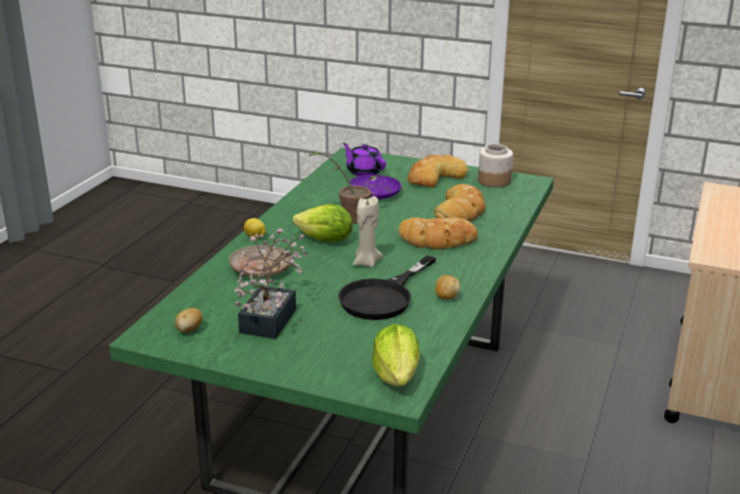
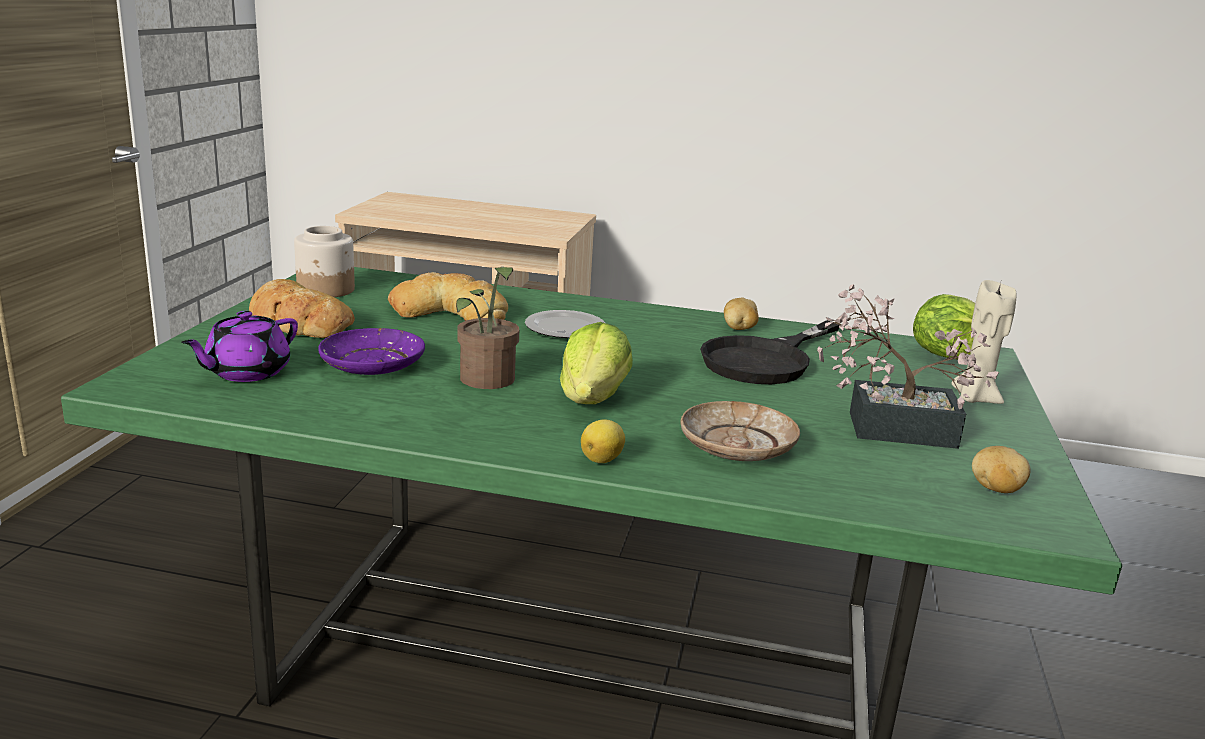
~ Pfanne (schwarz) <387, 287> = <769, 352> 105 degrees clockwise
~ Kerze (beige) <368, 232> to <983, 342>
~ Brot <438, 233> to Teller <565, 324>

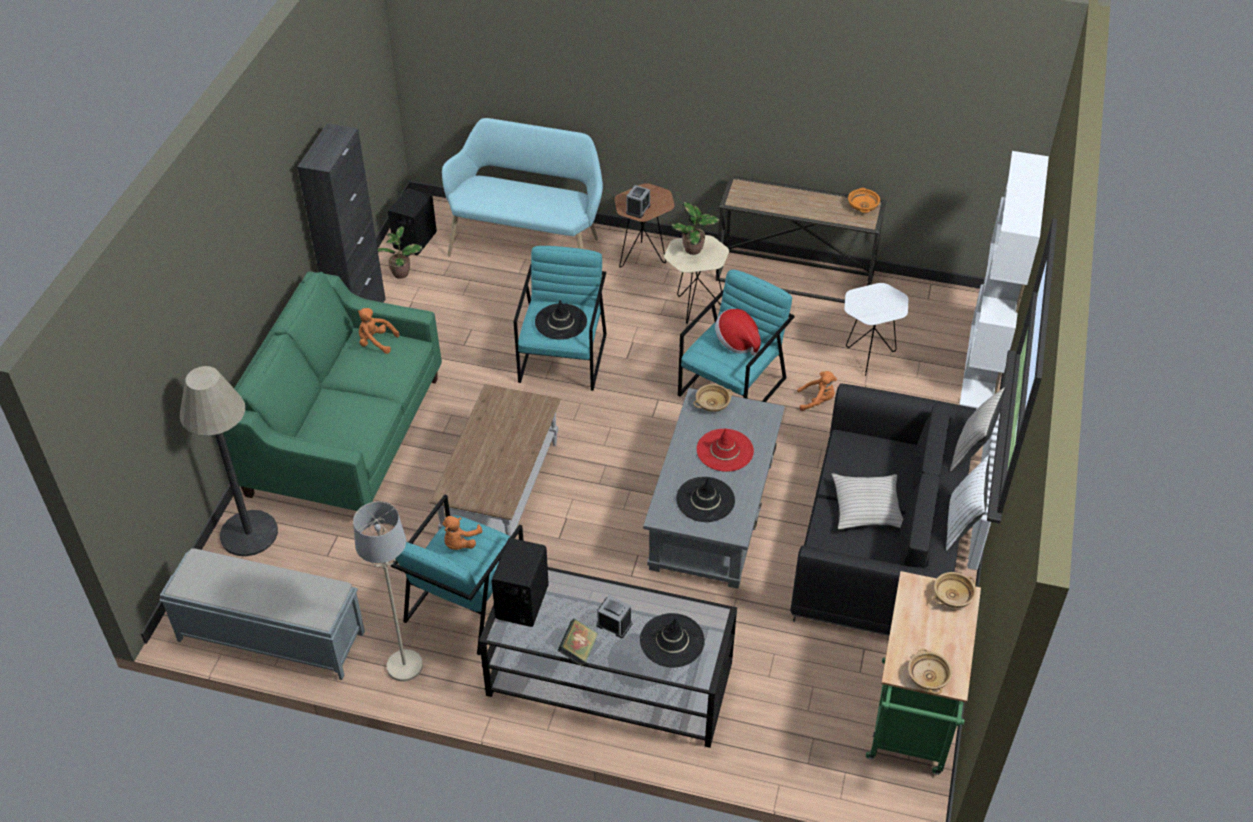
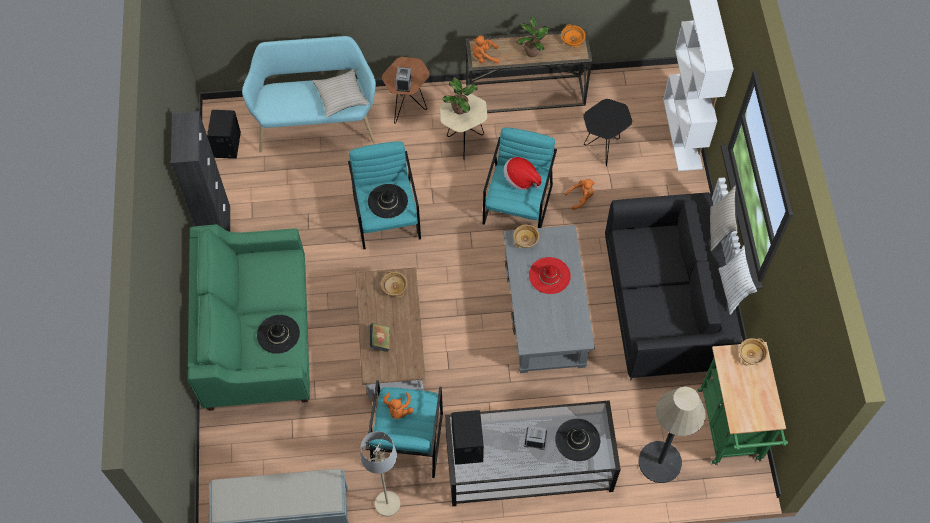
~ Stehlampe <229, 461> to <672, 435>
~ Plüschtier (orange) <378, 331> to <486, 49>
~ Topfpflanze <400, 252> to <532, 37>
~ Buch <578, 642> to <380, 337>
~ Hut (schwarz) <705, 499> to <278, 334>
~ Kissen (beige) <867, 501> to <341, 93>
~ Beistelltisch (weiß) <876, 329> to Beistelltisch (schwarz) <607, 132>
~ Schüssel (beige) <930, 671> to <394, 284>

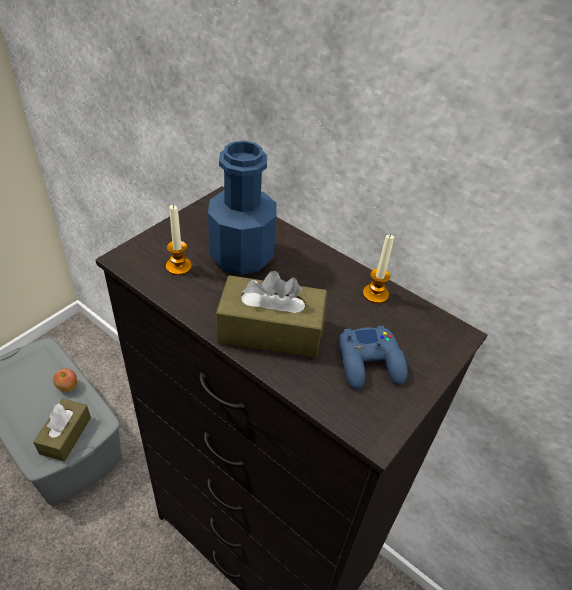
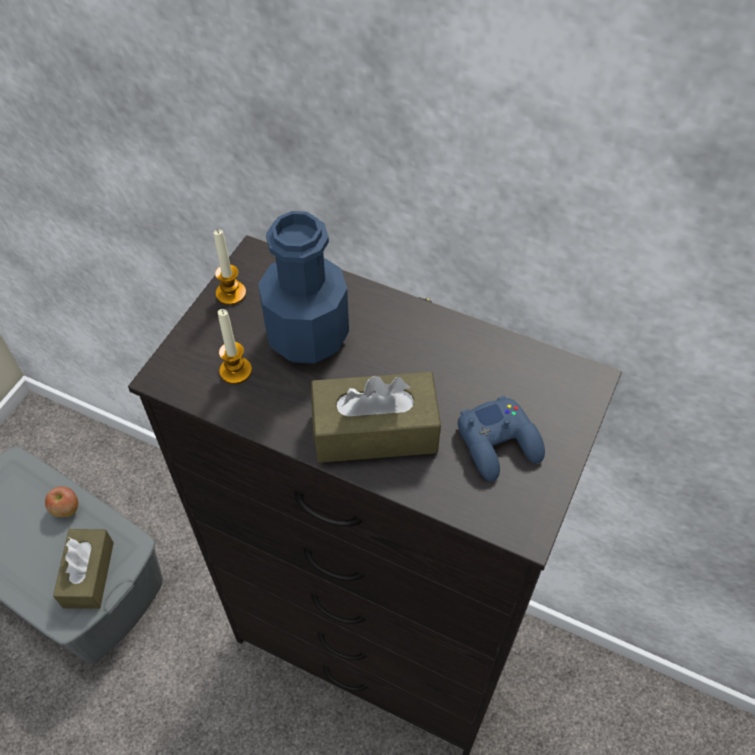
~ Kerze <378, 269> to <230, 267>

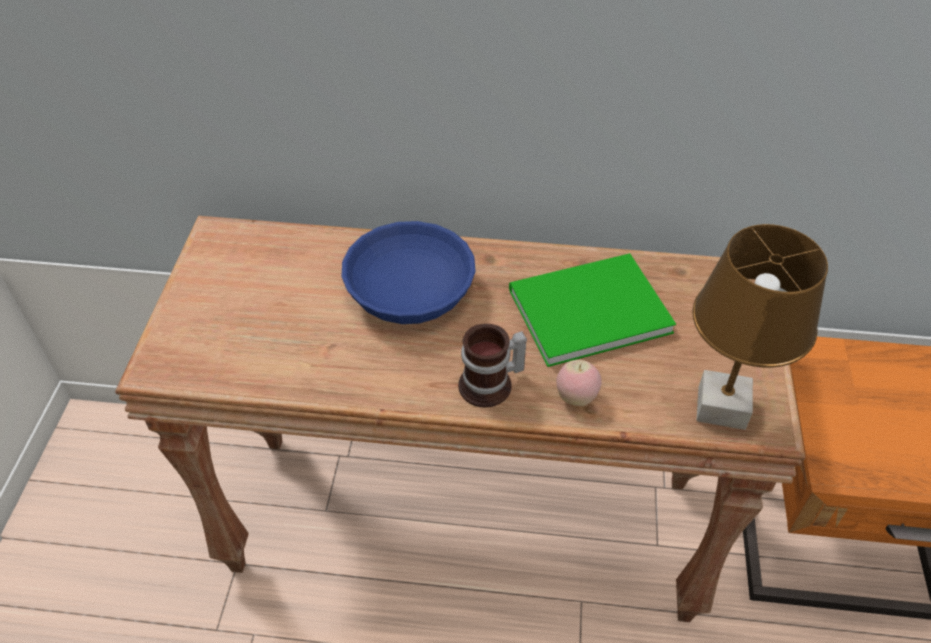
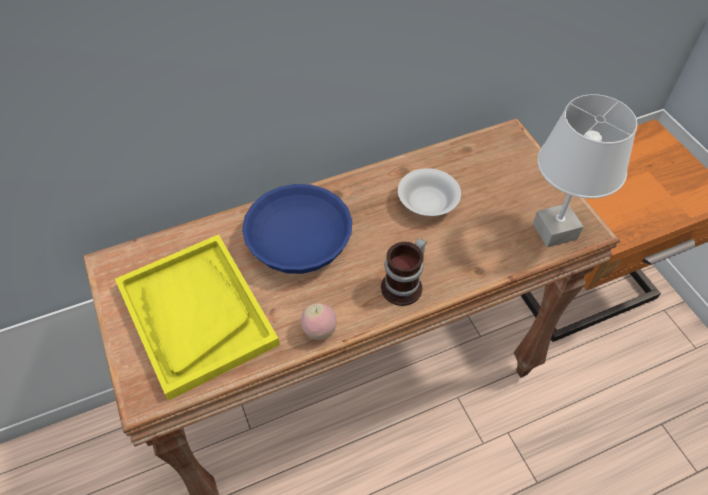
~ Buch (grün) <592, 310> to Schüssel (weiß) <429, 192>
~ Apfel <579, 383> to <319, 321>
~ Tischlampe (braun) <760, 327> to Tischlampe (weiß) <585, 170>
+ Tablett (gelb) <197, 317>

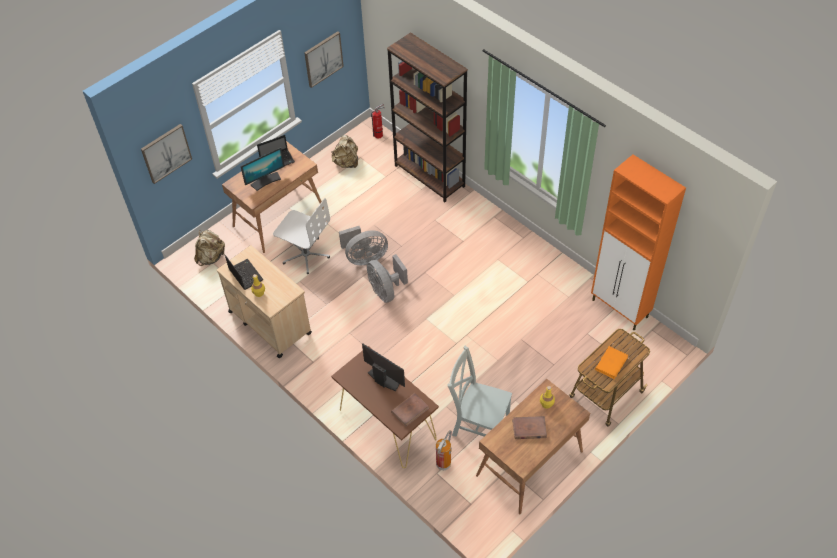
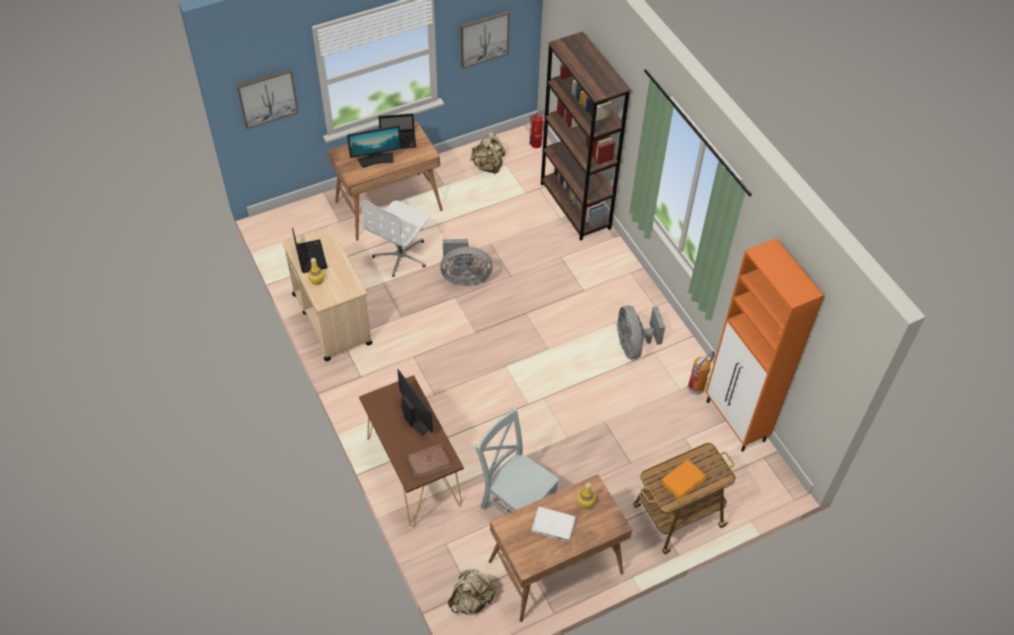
~ Rucksack (beige) <209, 248> to <472, 592>
~ Bürostuhl (weiß) <301, 236> = <396, 238> 75 degrees clockwise
~ Ventilator (grau) <387, 278> to <641, 332>
~ Feuerlöscher <444, 450> to <701, 373>
~ Buch (braun) <529, 427> to Buch (weiß) <553, 524>

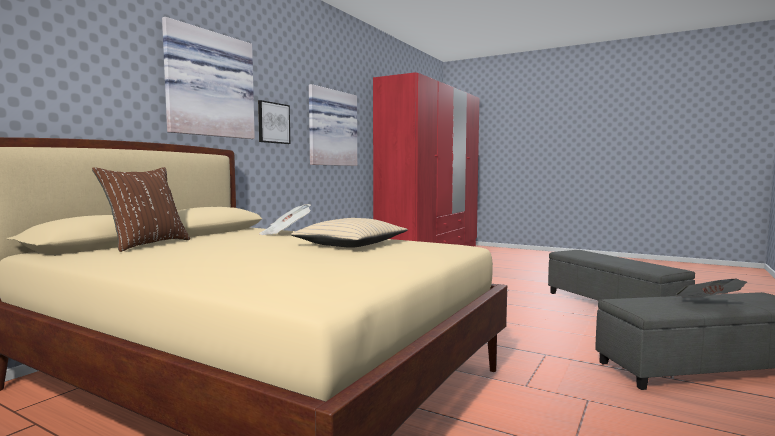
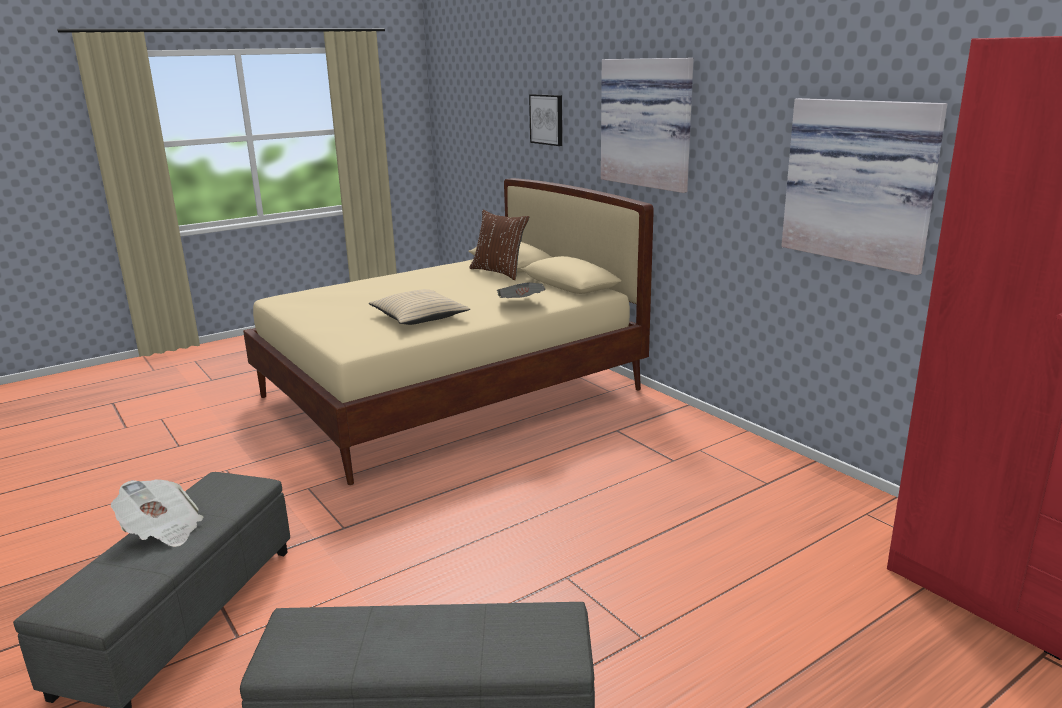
~ Bild <274, 122> to <545, 120>

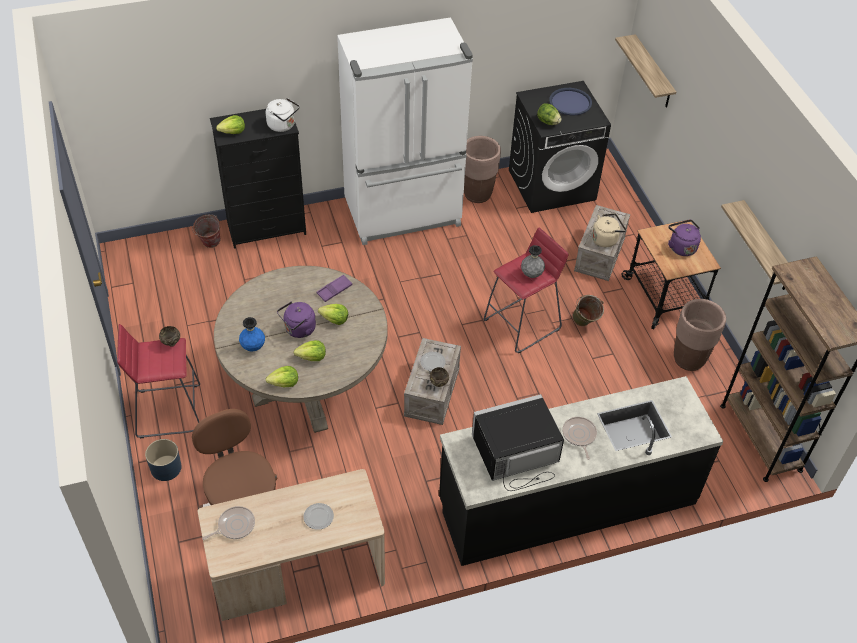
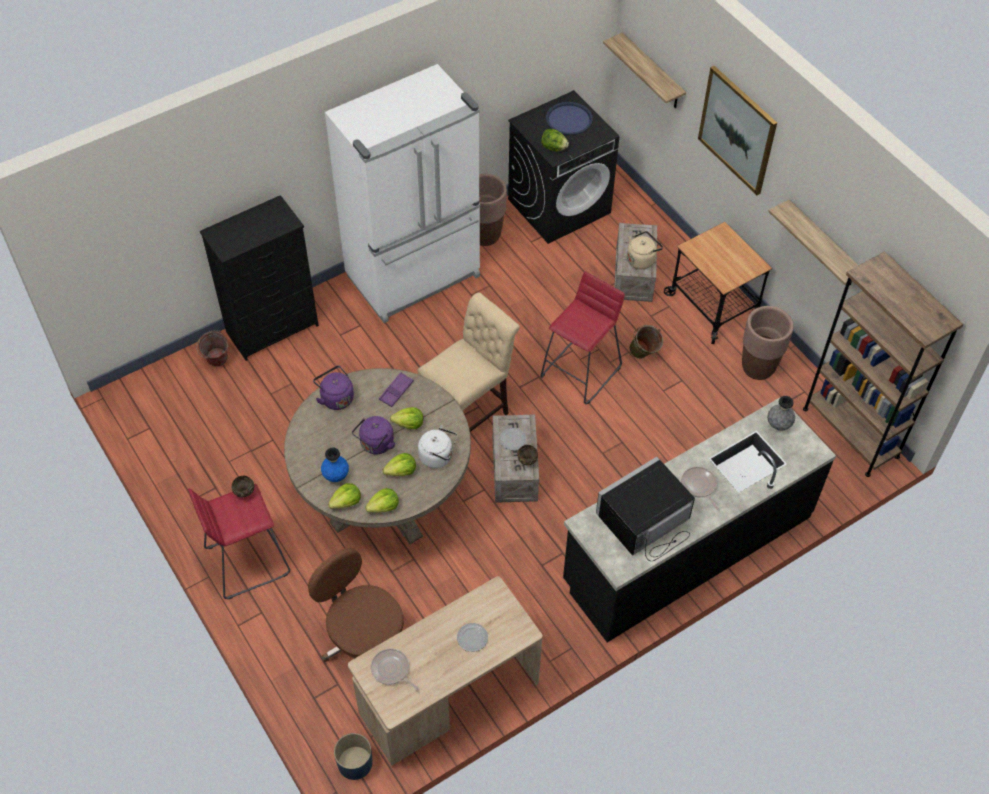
~ Pflanzkübel (blau) <163, 460> to <353, 756>
~ Pfanne <228, 523> = <395, 669> 90 degrees counterclockwise
~ Salatkopf <230, 124> to <344, 496>
~ Wasserkessel (weiß) <283, 115> to <437, 446>
~ Vase (grau) <533, 261> to <781, 413>
~ Wasserkessel (lila) <684, 238> to <333, 388>
+ Stuhl (beige) <468, 362>
+ Bild <737, 130>

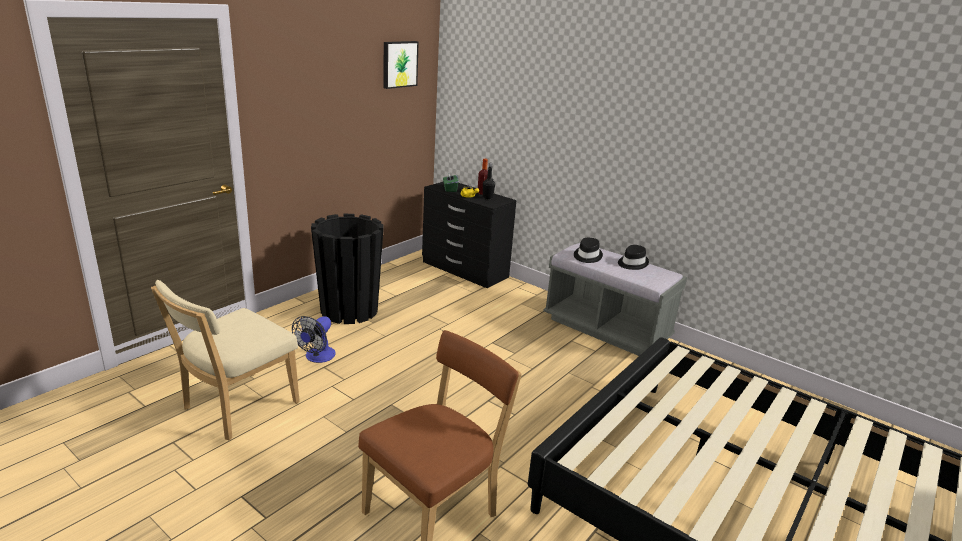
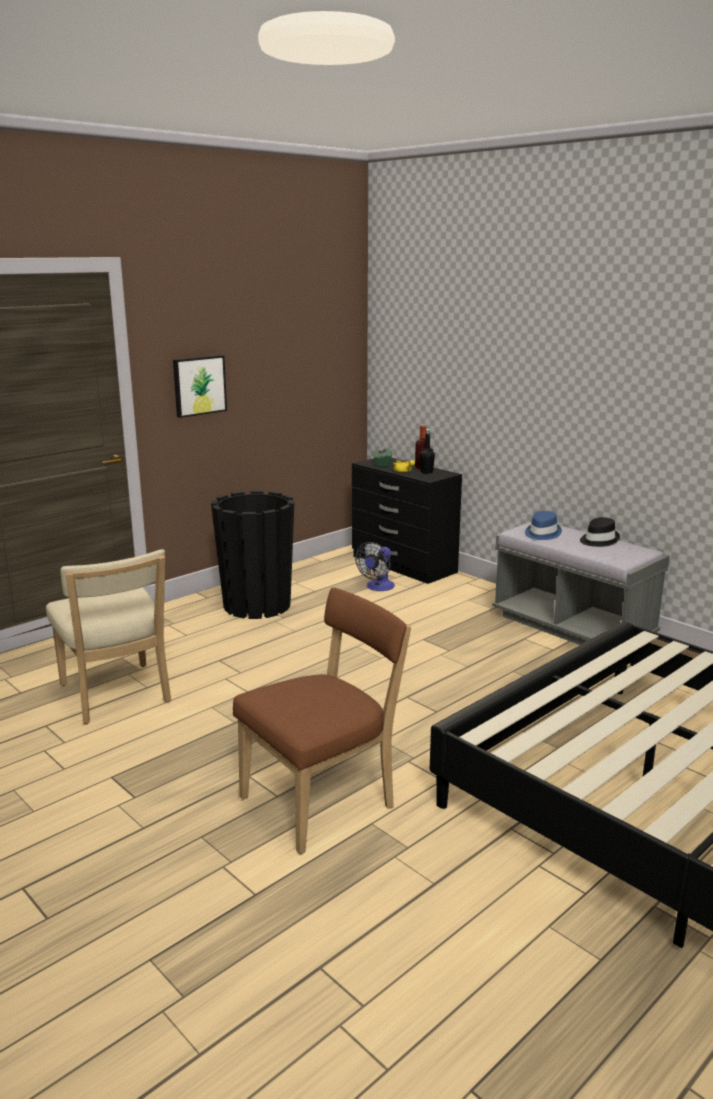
~ Stuhl (beige) <225, 360> = <108, 636> 75 degrees counterclockwise
~ Ventilator <314, 339> to <375, 566>
~ Bild <401, 65> to <200, 386>
~ Hut (schwarz) <588, 250> to Hut (blau) <543, 525>

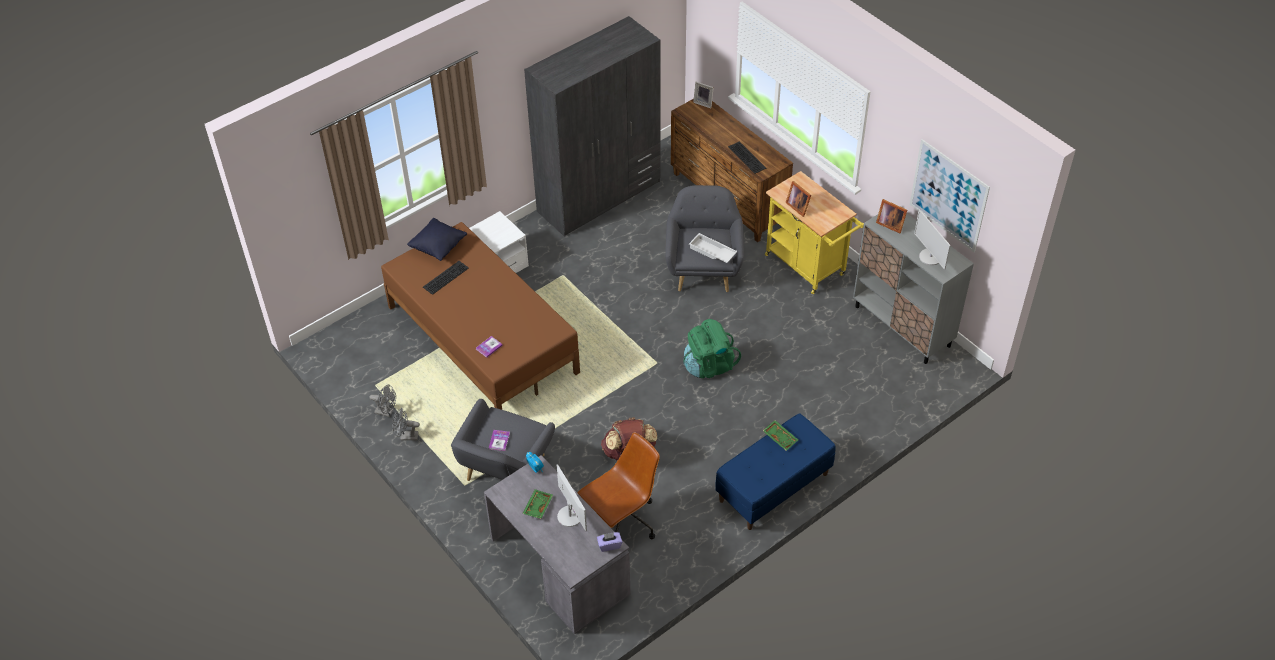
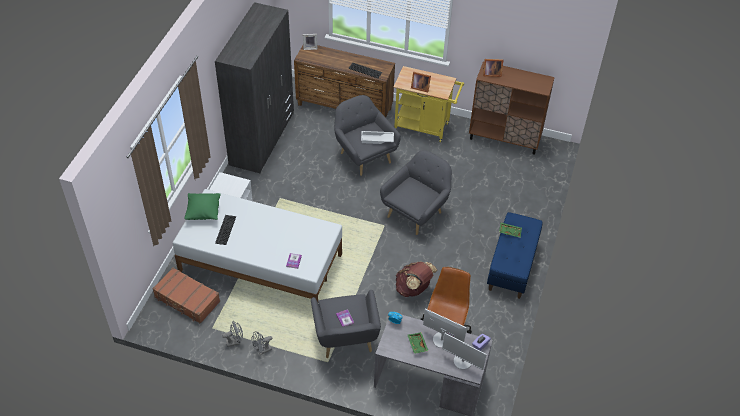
~ Bett (braun) <480, 316> to Bett (weiß) <257, 245>
~ Kissen (schwarz) <437, 239> to Kissen (grün) <202, 206>
~ Rucksack (grün) <712, 348> to Sessel (grau) <416, 192>
~ Schrank (grau) <913, 288> to Schrank (braun) <512, 108>
- Bild <950, 195>
~ Monitor <932, 239> to <464, 351>
+ Koffer (braun) <186, 295>

